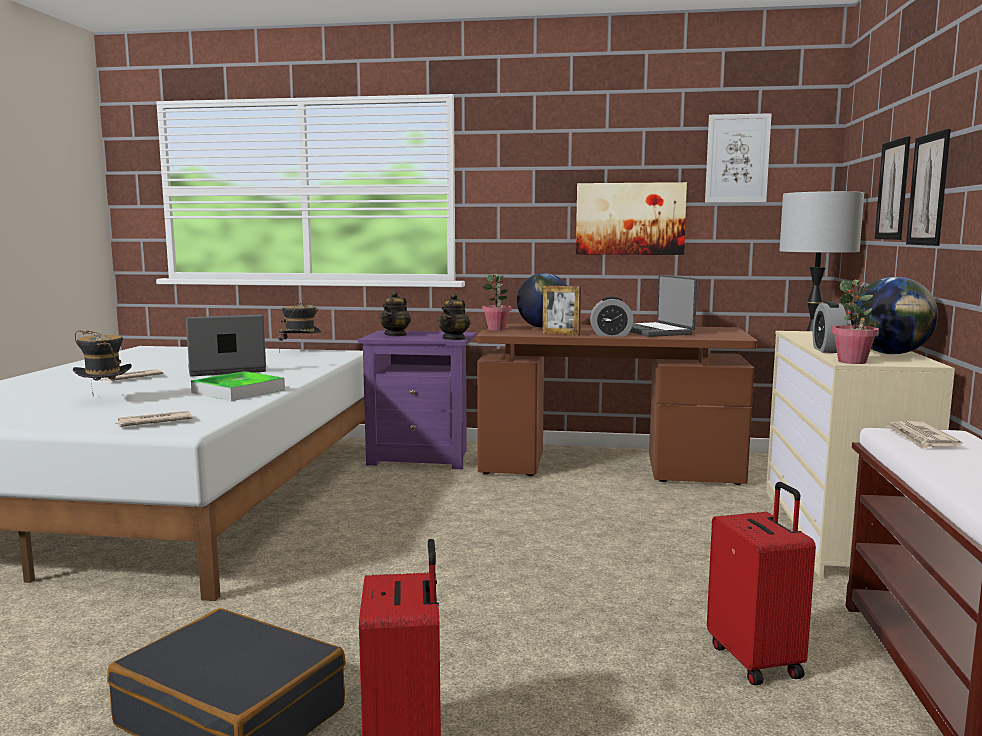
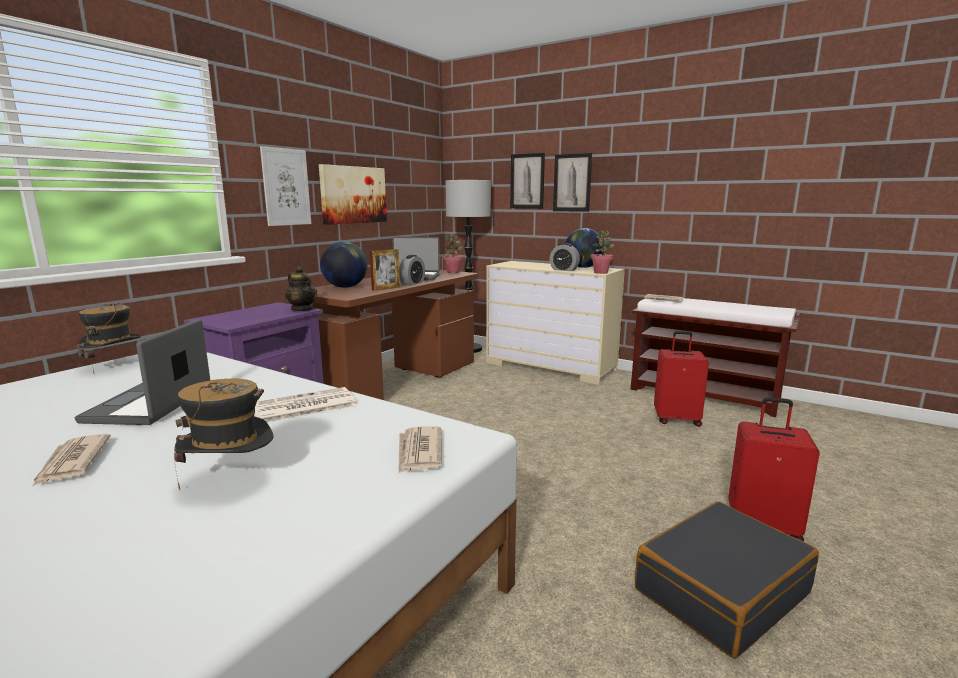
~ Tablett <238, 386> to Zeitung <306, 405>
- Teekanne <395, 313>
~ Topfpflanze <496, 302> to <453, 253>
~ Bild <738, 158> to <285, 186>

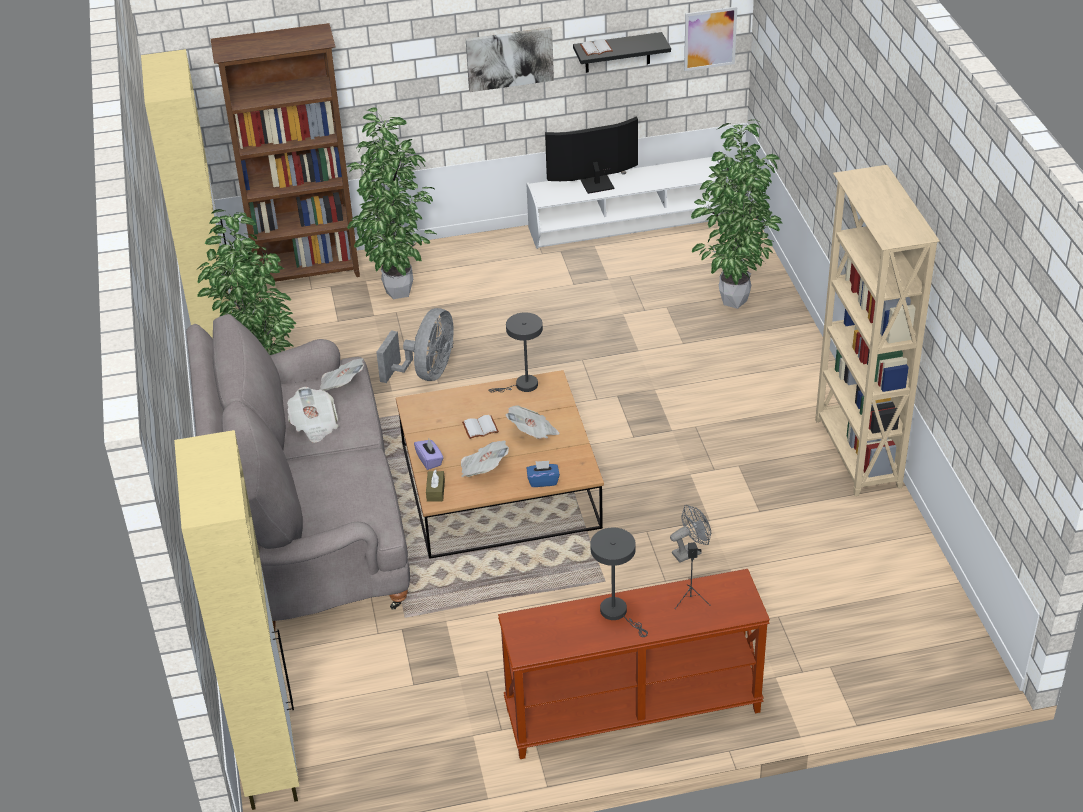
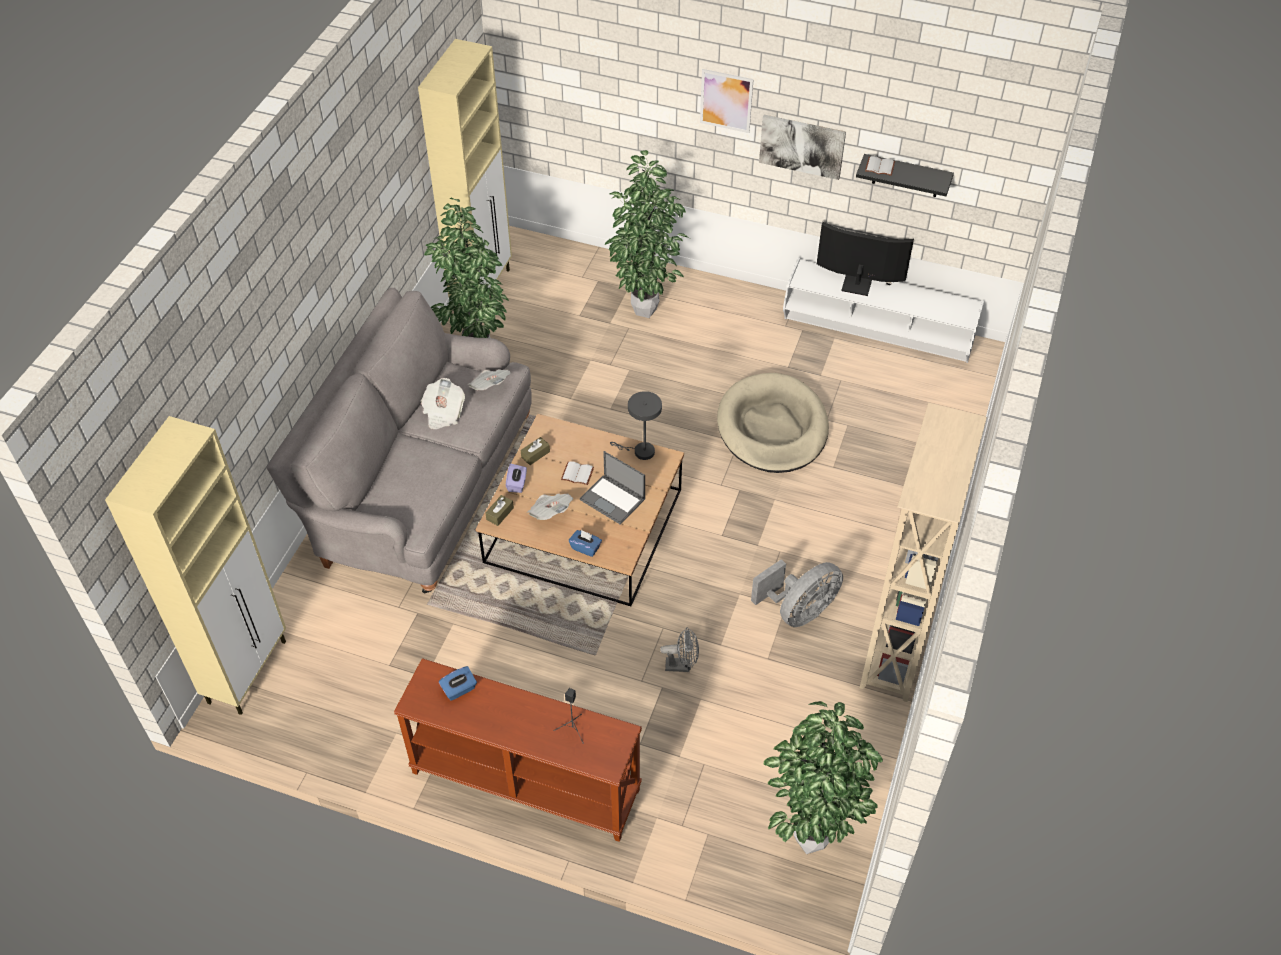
- Bücherregal (braun) <285, 152>
~ Ventilator (grau) <415, 345> to <797, 593>
~ Zeitung <532, 422> to Laptop <612, 488>
- Tischlampe (grau) <619, 582>
~ Bild <710, 39> to <727, 101>
~ Topfpflanze <737, 214> to <823, 777>
+ Taschentuchbox (blau) <458, 683>
+ Taschentuchbox (braun) <535, 451>
+ Hundebett (beige) <773, 423>

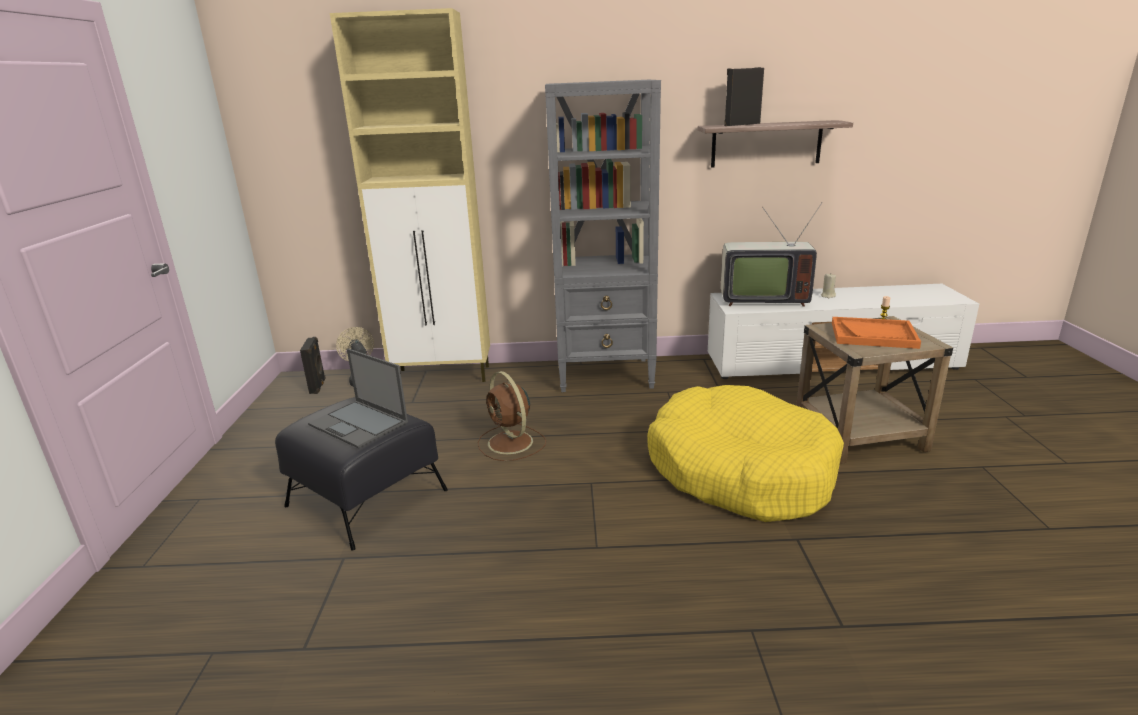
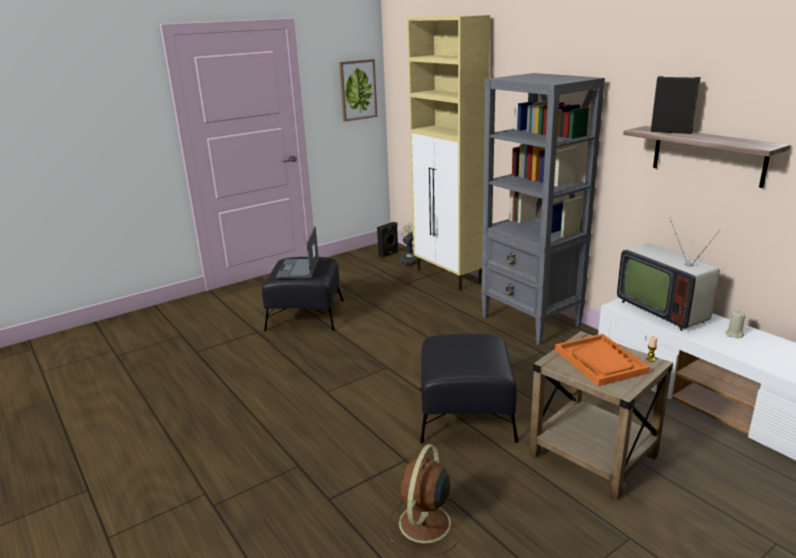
~ Ventilator (braun) <512, 416> to <424, 499>
~ Hundebett (gelb) <745, 453> to Polsterhocker (schwarz) <469, 388>
+ Bild <358, 90>

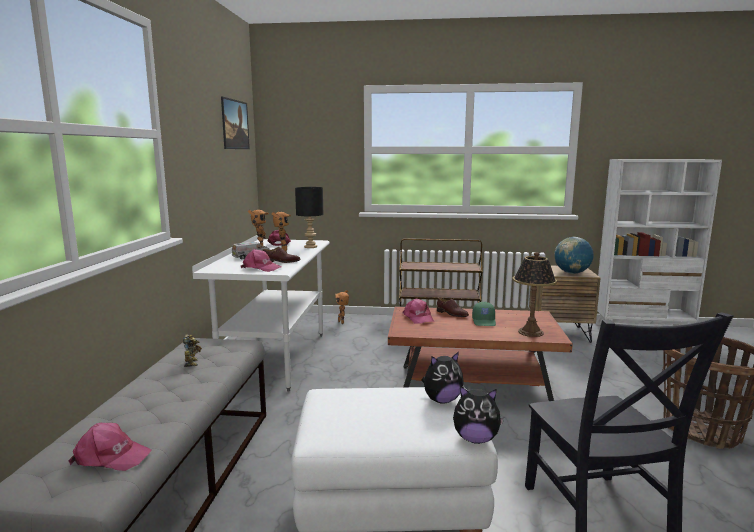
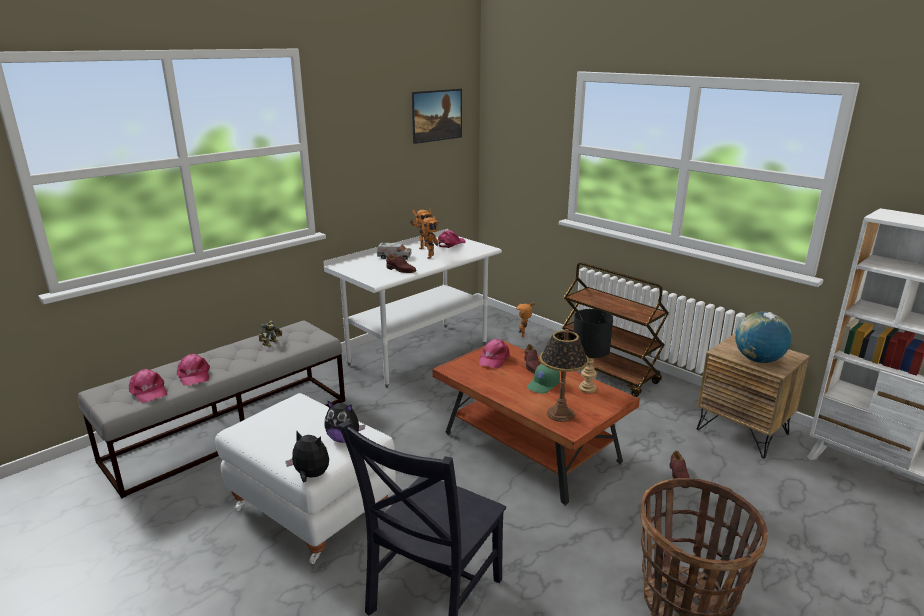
~ Kappe (rosa) <261, 260> to <193, 370>
~ Tischlampe (schwarz) <309, 217> to <593, 351>
~ Plüschtier <478, 415> = <307, 456> 150 degrees clockwise
+ Schuh (braun) <679, 469>

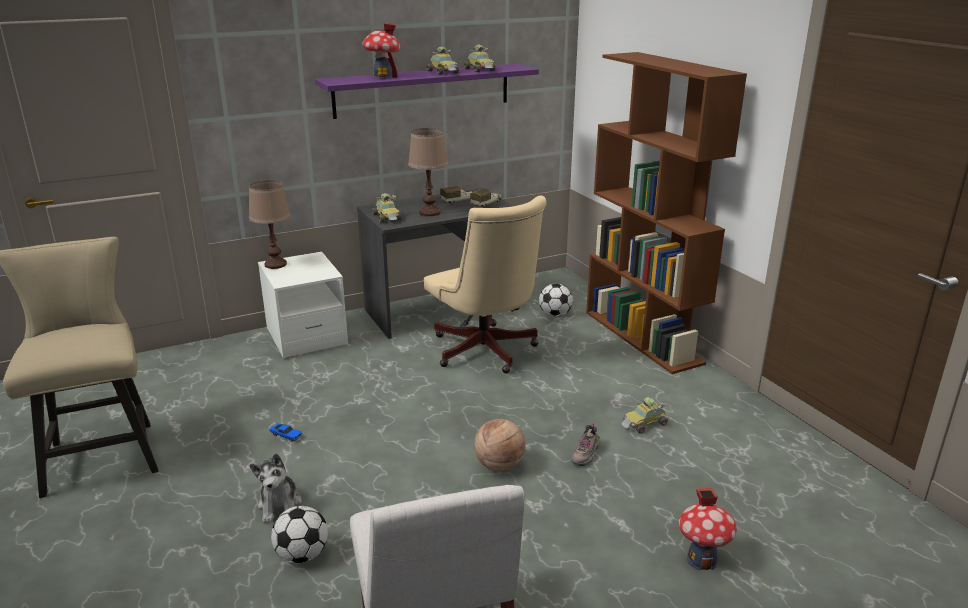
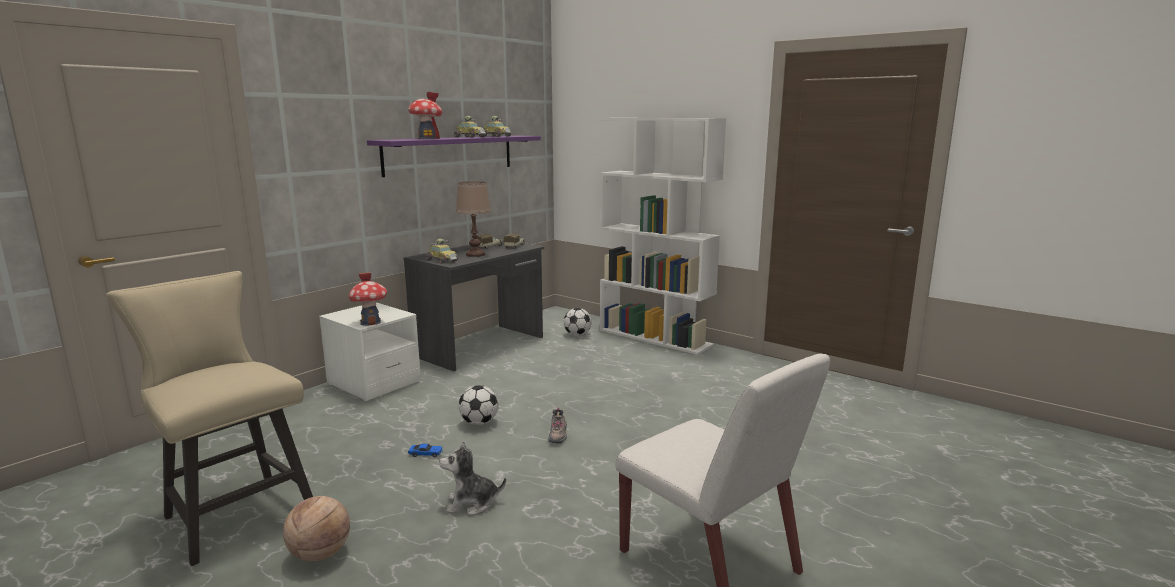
- Tischlampe (braun) <270, 224>
~ Plüschtier <275, 488> = <472, 478> 120 degrees clockwise
~ Fußball <299, 534> to <479, 405>
- Bürostuhl (beige) <485, 284>
~ Basketball <499, 445> to <316, 529>
~ Schuh <585, 445> to <557, 426>
~ Bücherregal (braun) <666, 213> to Bücherregal (weiß) <663, 236>
- Spielzeugauto <644, 415>
~ Spielzeughaus <708, 529> to <368, 299>

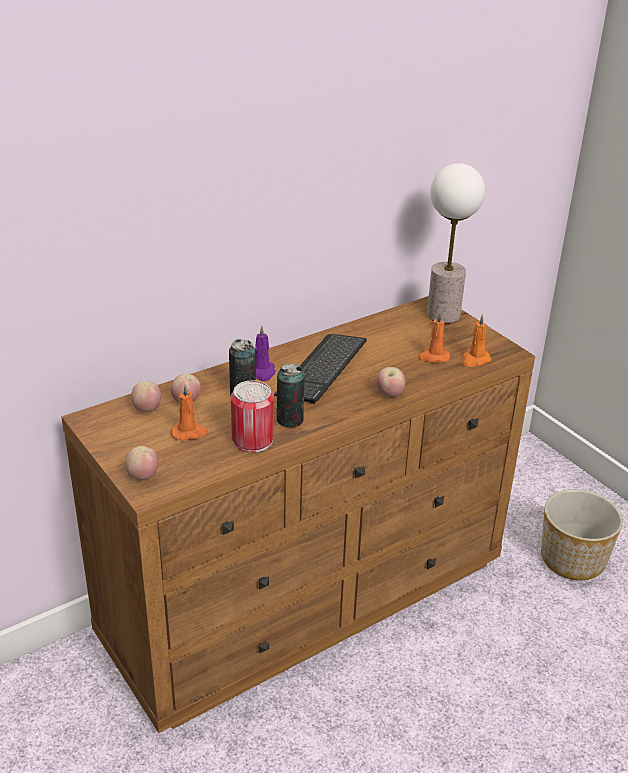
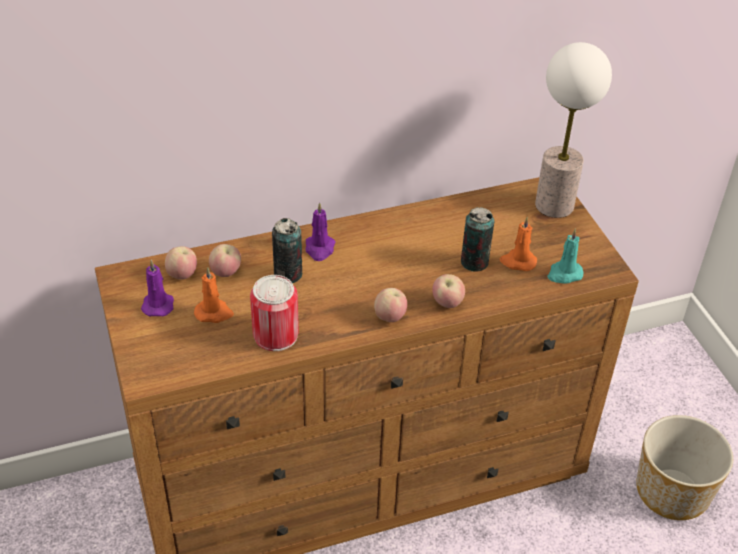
~ Apfel <141, 462> to <390, 305>
- Tastatur <320, 369>
~ Dose <291, 395> to <477, 239>
~ Kerze (orange) <476, 340> to Kerze (türkis) <565, 256>
+ Kerze (lila) <157, 288>

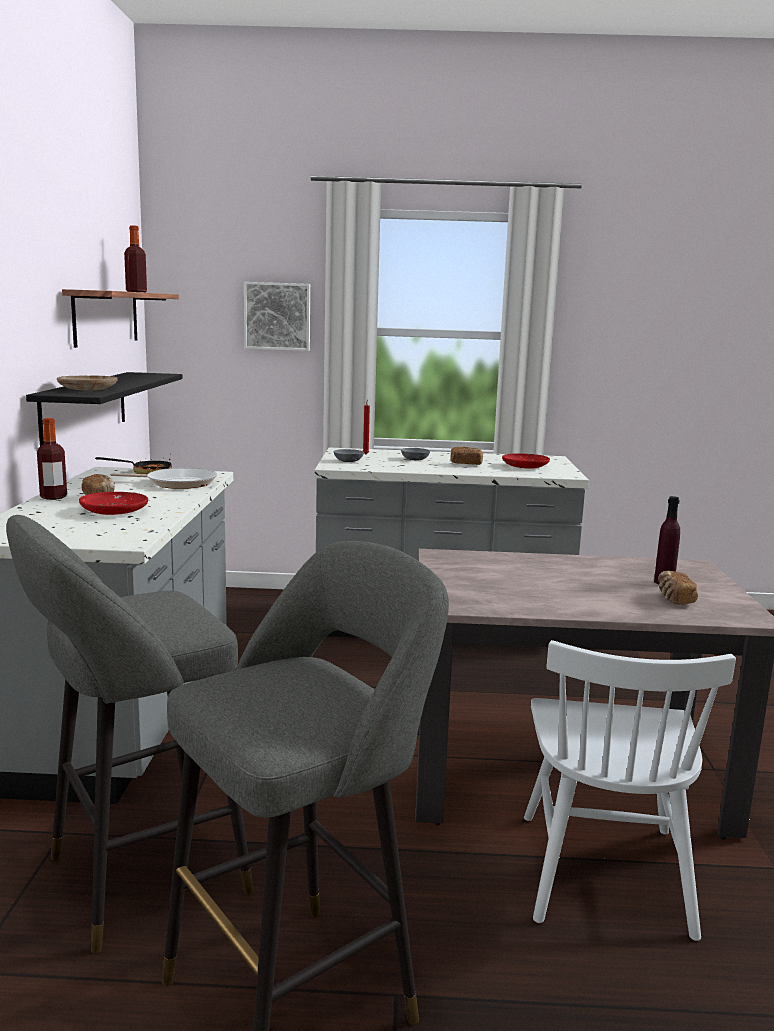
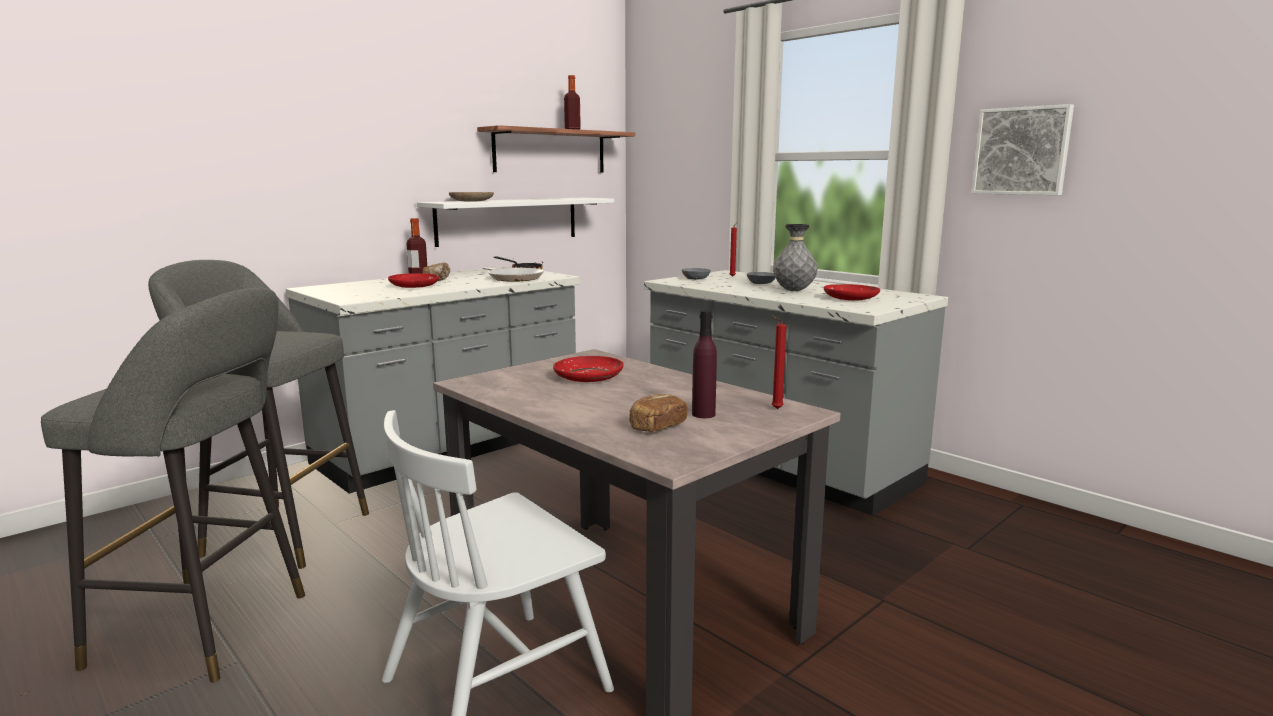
~ Wandregal (schwarz) <104, 409> to Wandregal (weiß) <515, 222>
~ Bild <277, 316> to <1022, 149>
~ Brot <466, 456> to Vase (grau) <795, 257>
+ Teller (rot) <588, 369>
+ Kerze (rot) <779, 362>

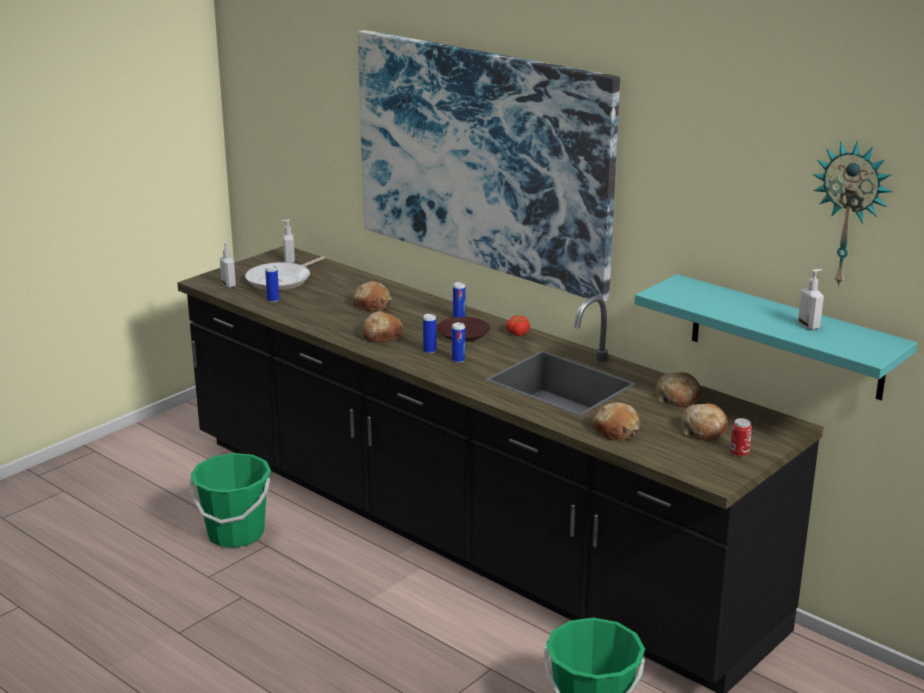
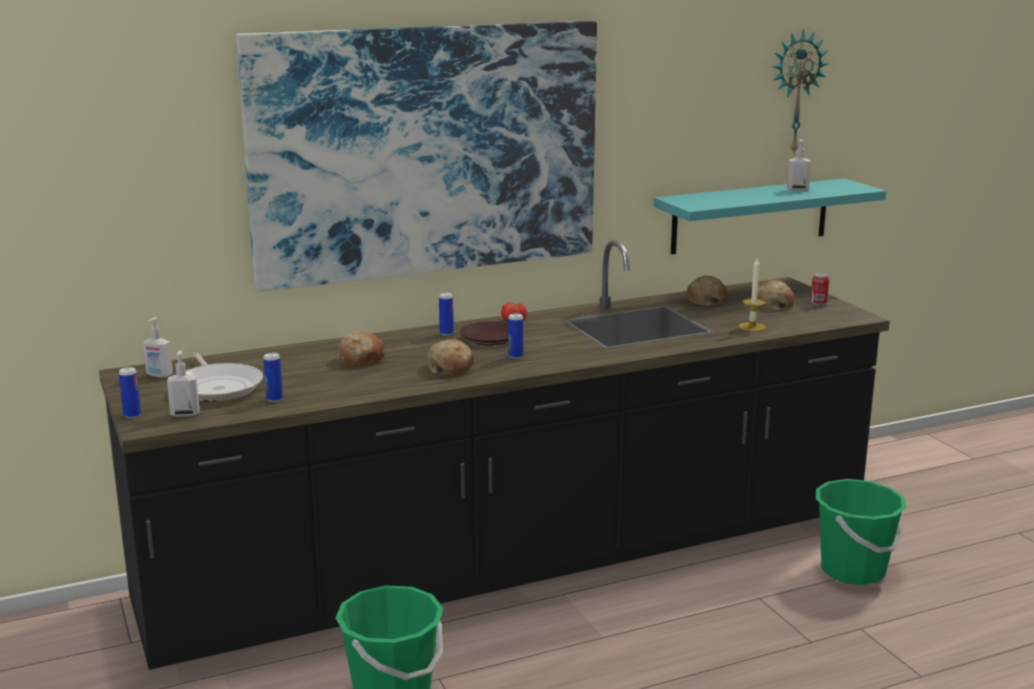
~ Dose <458, 343> to <130, 392>
~ Brot <616, 421> to Kerze <752, 294>

